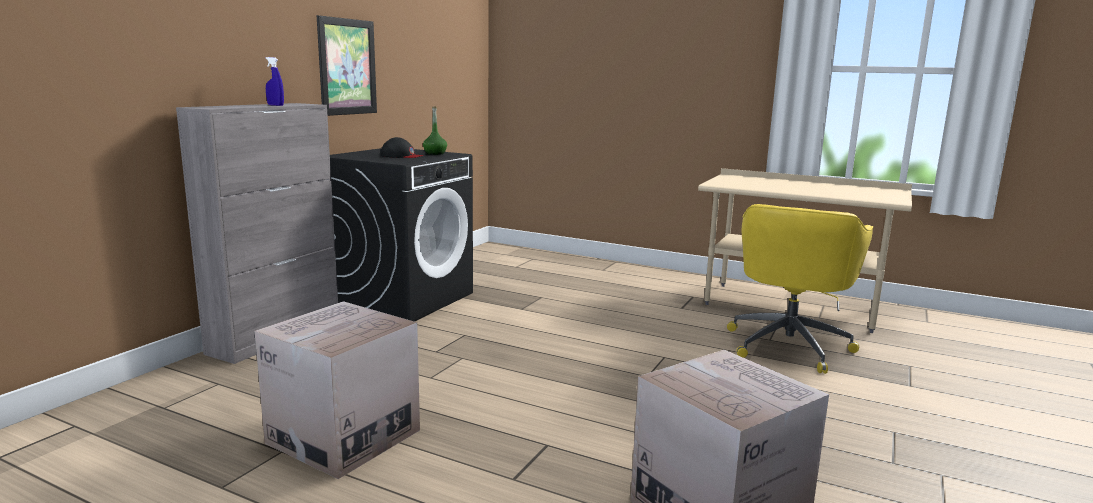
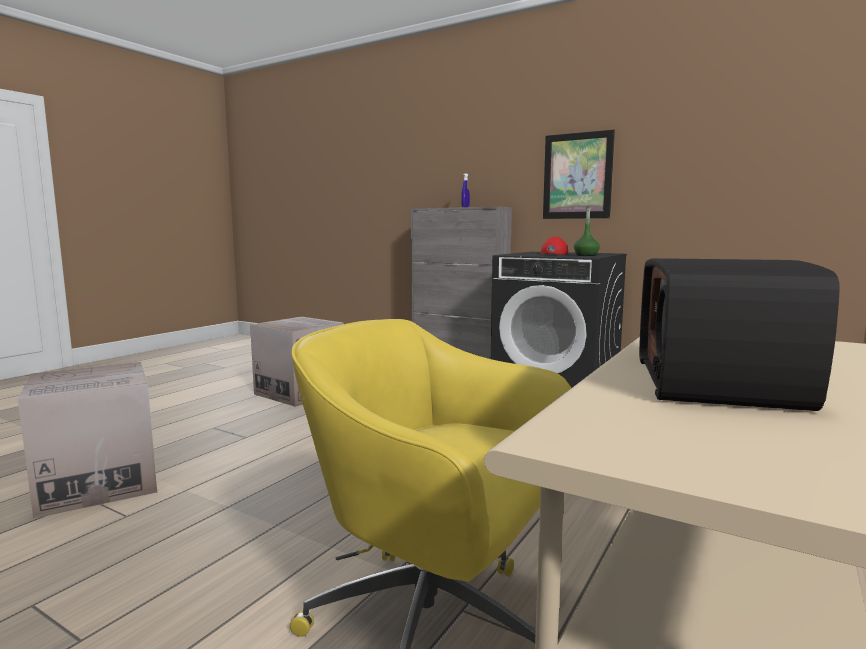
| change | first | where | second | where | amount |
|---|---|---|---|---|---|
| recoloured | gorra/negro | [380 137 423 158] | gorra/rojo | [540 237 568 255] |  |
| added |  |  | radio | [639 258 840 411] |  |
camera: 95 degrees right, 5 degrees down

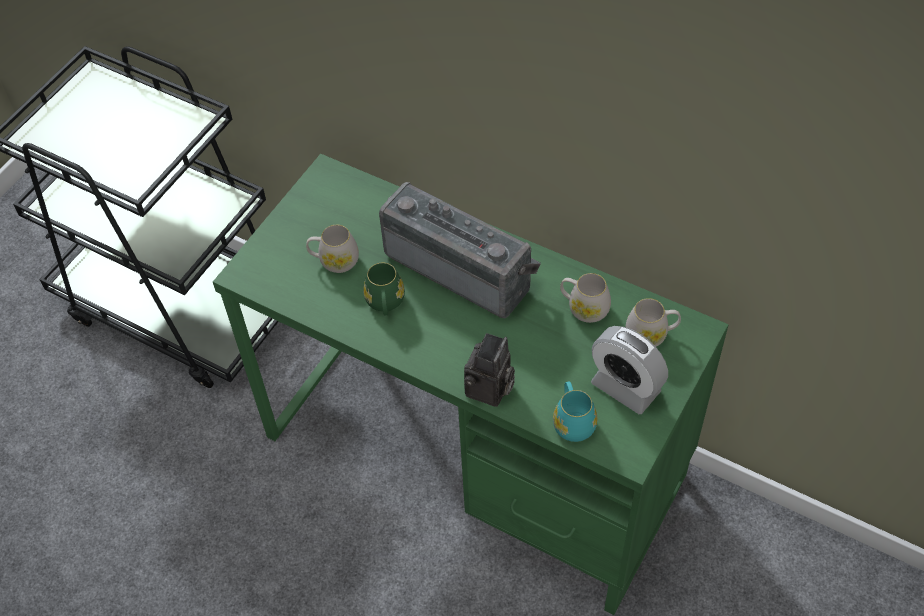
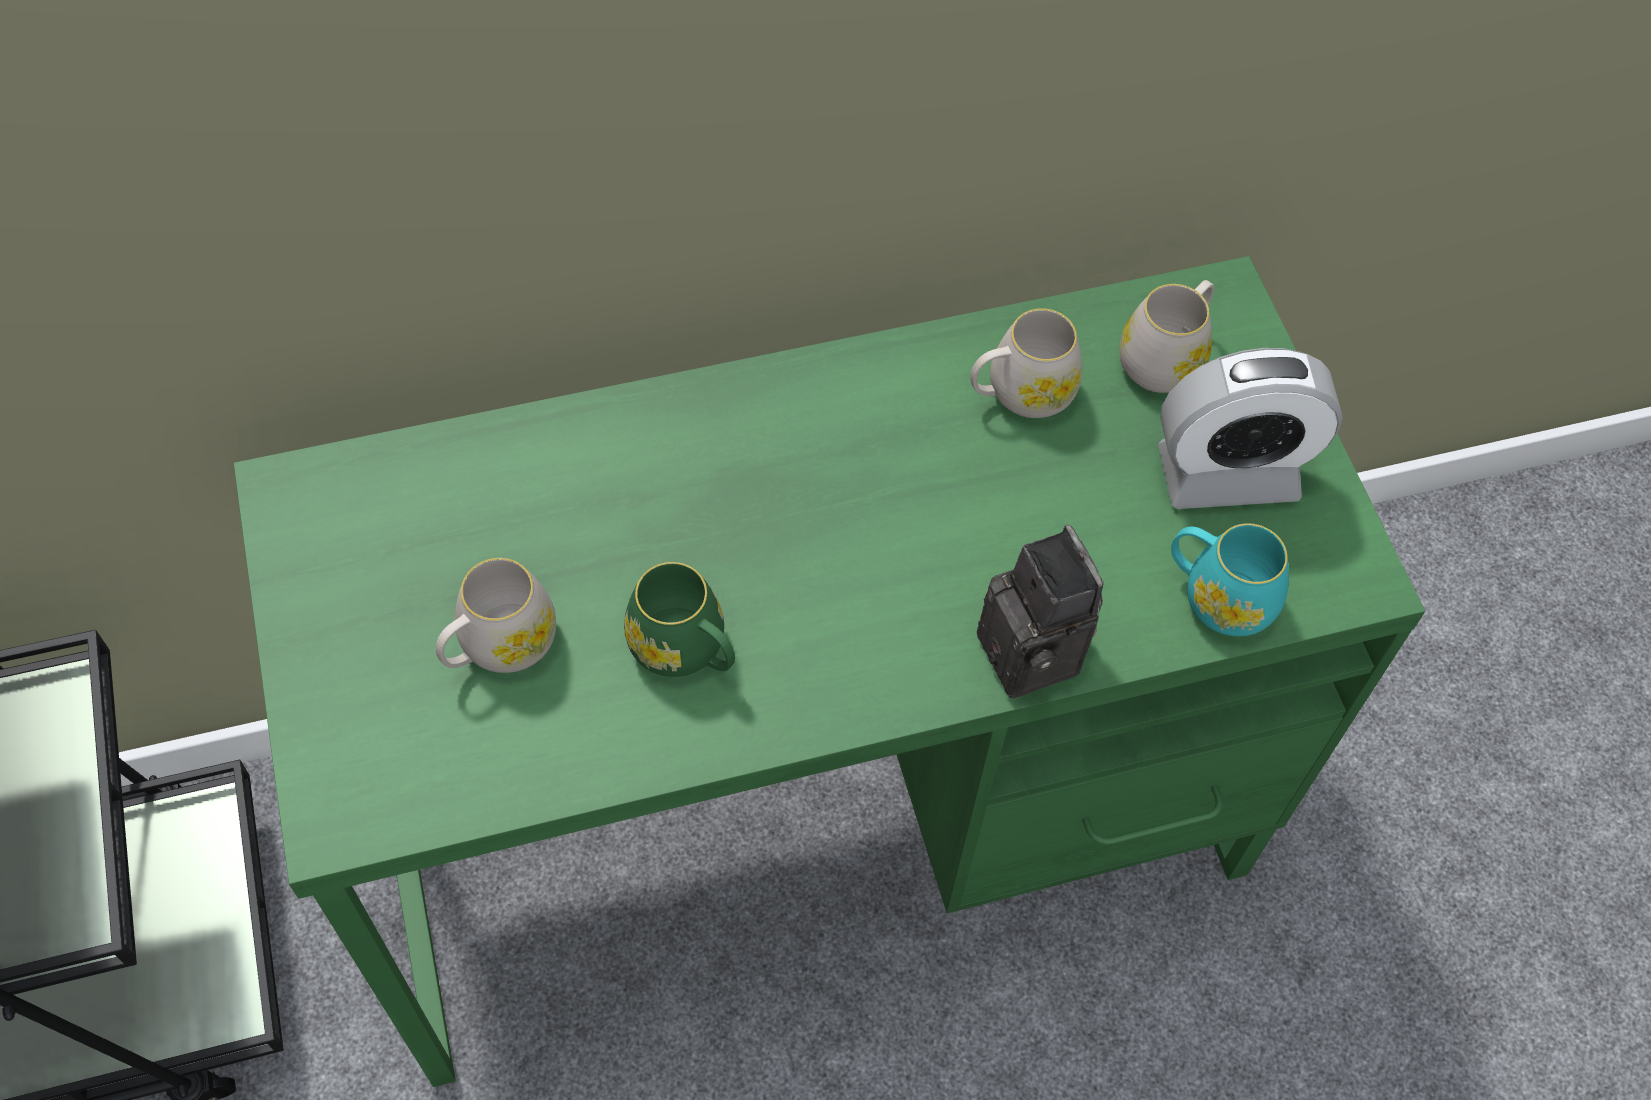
| change | first | where | second | where | amount |
|---|---|---|---|---|---|
| removed | radio | [379 182 541 318] |  |  |  |
camera: 50 degrees left, 5 degrees up

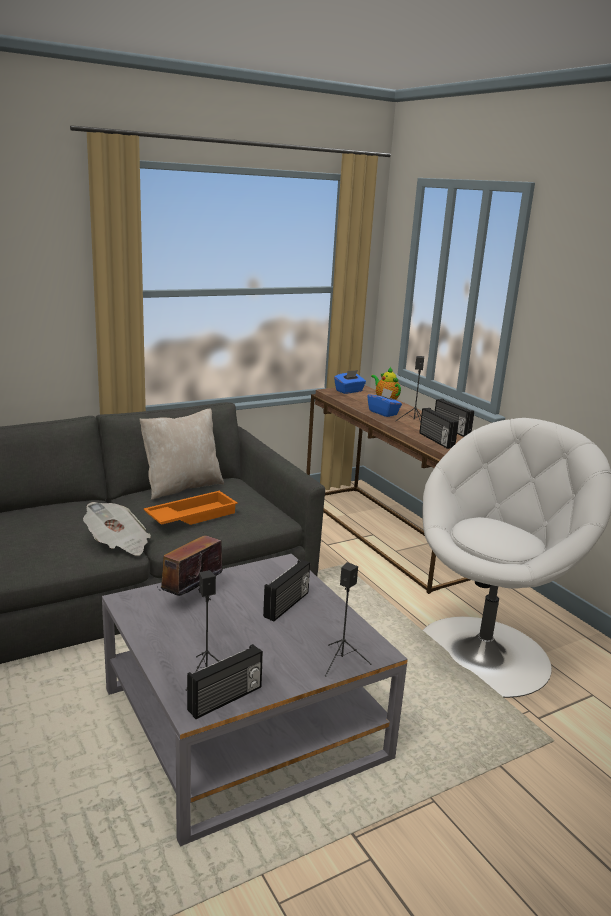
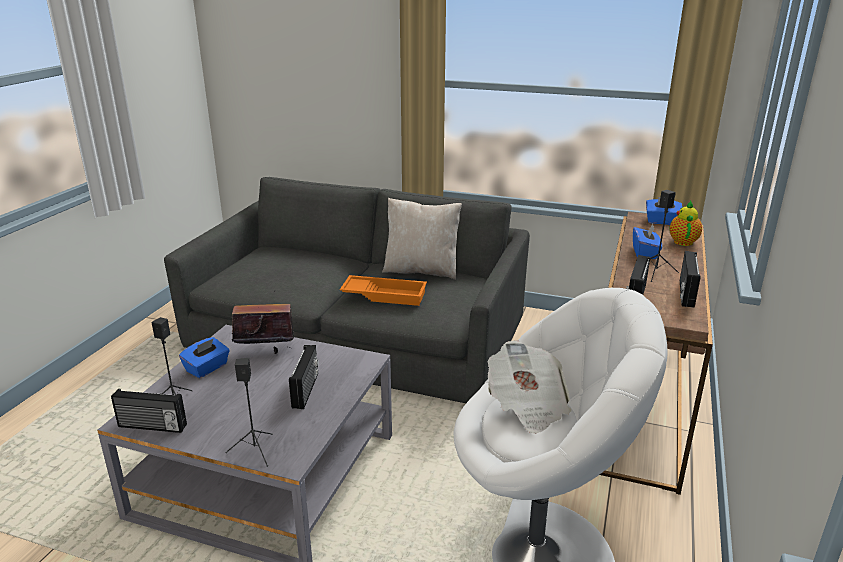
| change | first | where | second | where | amount |
|---|---|---|---|---|---|
| added |  |  | caja de pañuelos/azul | [179 337 230 378] |  |
| turned | radio | [263 559 310 621] |  | [289 345 319 409] | 75 degrees counterclockwise |
| moved | periódico | [83 502 151 556] |  | [488 340 571 434] |  |
camera: 50 degrees right, 5 degrees up

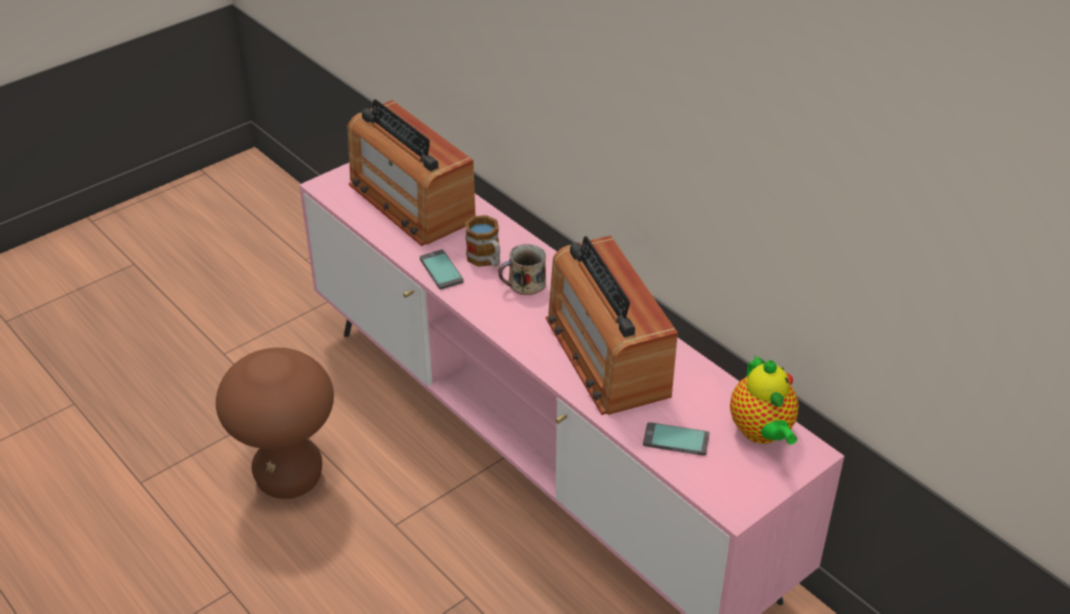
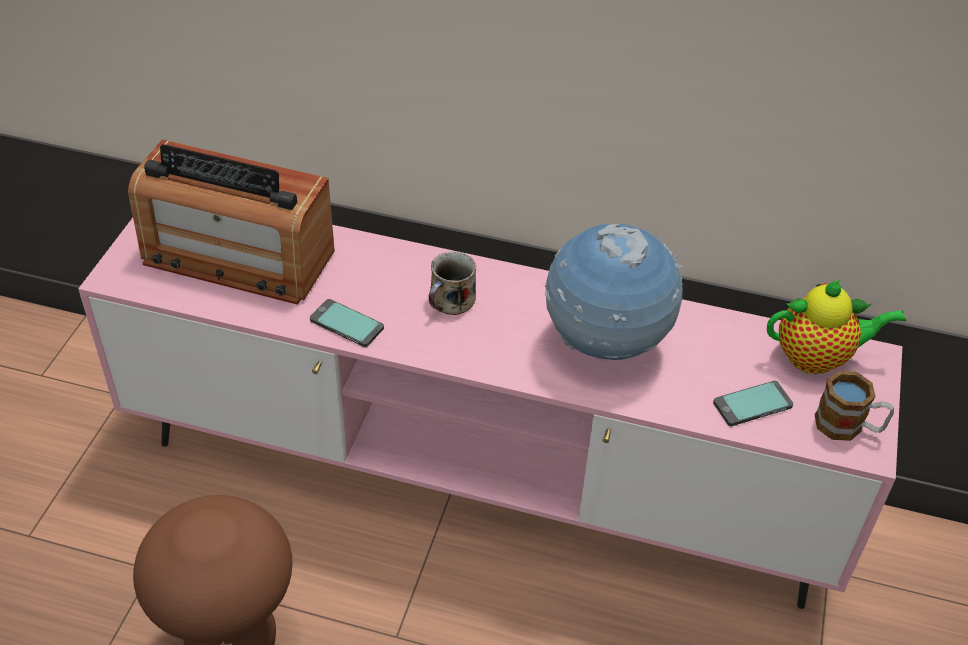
| change | first | where | second | where | amount |
|---|---|---|---|---|---|
| replaced | radio | [546 235 678 415] | globo terráqueo | [545 224 683 360] |  |
| turned | tetera | [730 356 799 445] |  | [767 280 906 374] | 45 degrees counterclockwise |
| moved | taza grande | [465 215 500 267] |  | [815 371 894 441] |  |
camera: 35 degrees left, 5 degrees up

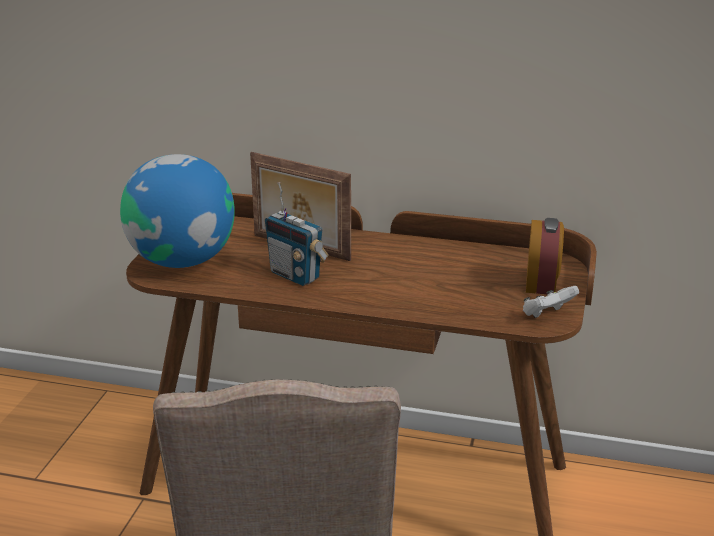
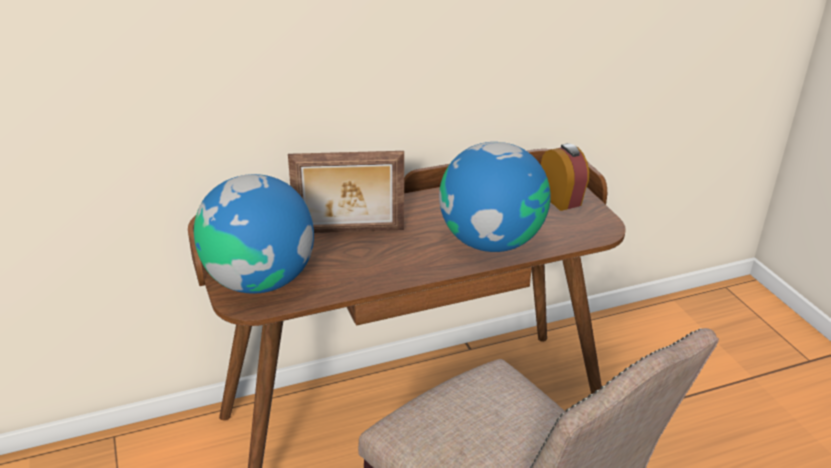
| change | first | where | second | where | amount |
|---|---|---|---|---|---|
| added |  |  | globo terráqueo | [439 142 551 252] |  |
| removed | radio | [265 182 329 286] |  |  |  |
| removed | mando de consola/blanco | [523 286 579 318] |  |  |  |
camera: 35 degrees left, 5 degrees up

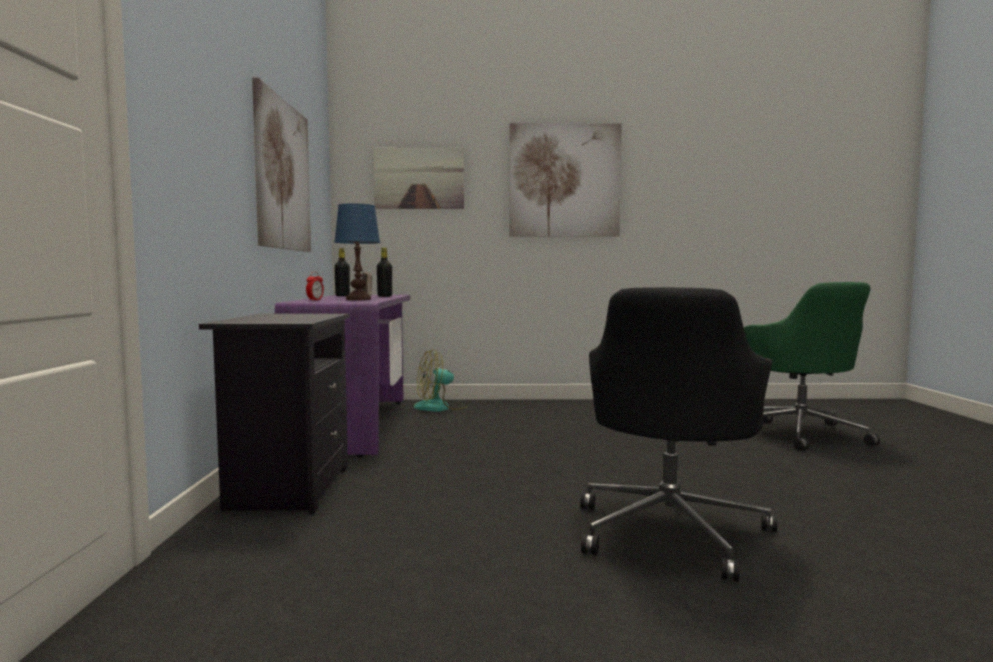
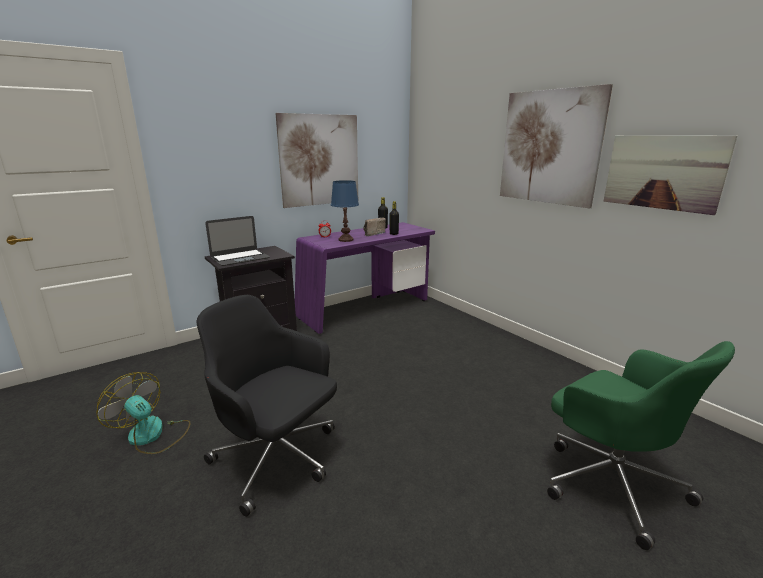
| change | first | where | second | where | amount |
|---|---|---|---|---|---|
| moved | ventilador | [414 349 467 411] |  | [96 372 190 454] |  |
| turned | silla de oficina/negro | [580 287 777 582] |  | [197 295 337 517] | 45 degrees clockwise |
| added |  |  | portátil | [205 216 270 266] |  |
| turned | silla de oficina/verde | [744 282 880 450] |  | [547 341 735 550] | 75 degrees counterclockwise |
| moved | cuadro | [373 148 464 209] |  | [604 135 737 215] |  |
camera: 55 degrees right, 15 degrees up

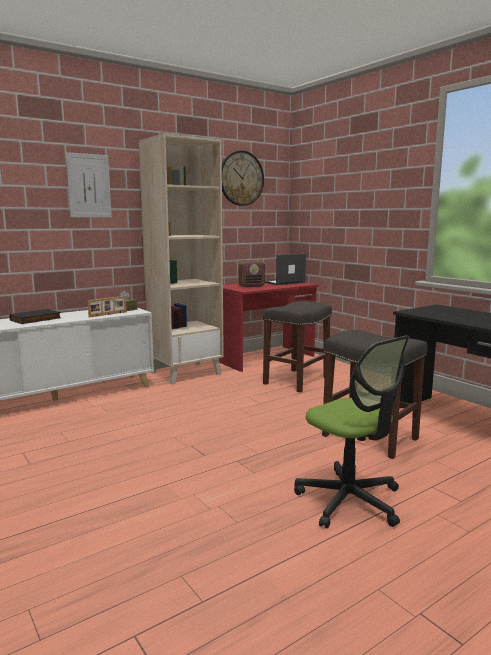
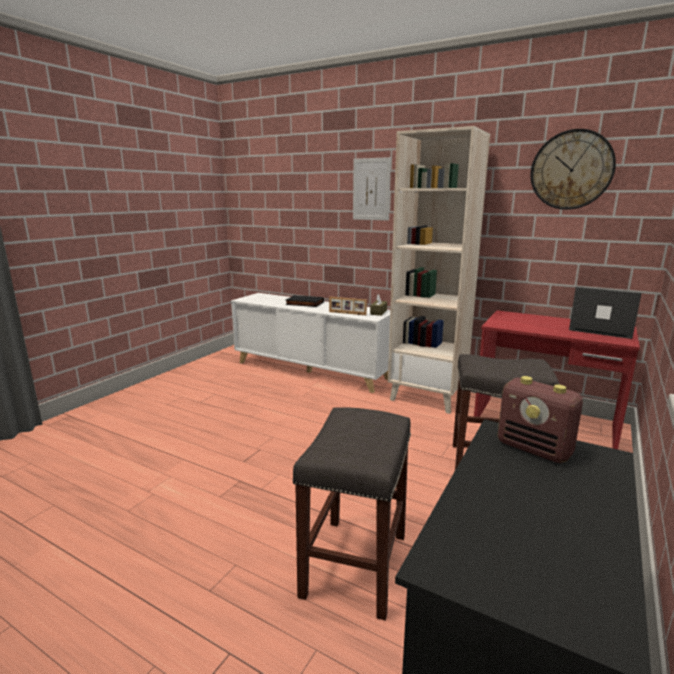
| change | first | where | second | where | amount |
|---|---|---|---|---|---|
| moved | radio | [239 259 265 287] |  | [498 376 583 463] |  |
| removed | silla de oficina | [294 335 410 529] |  |  |  |
camera: 65 degrees right, 5 degrees up

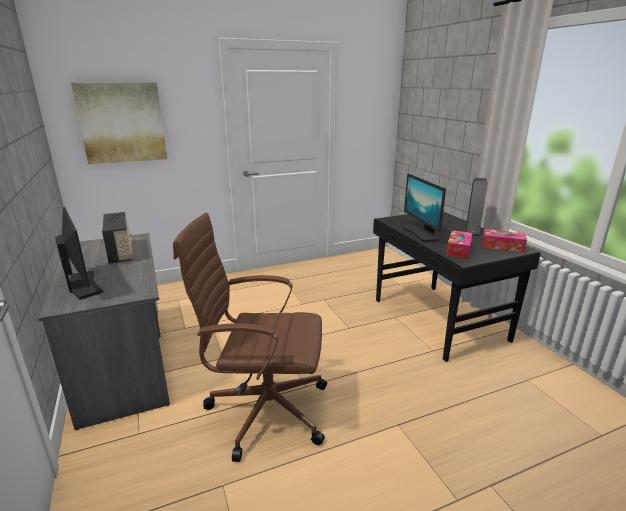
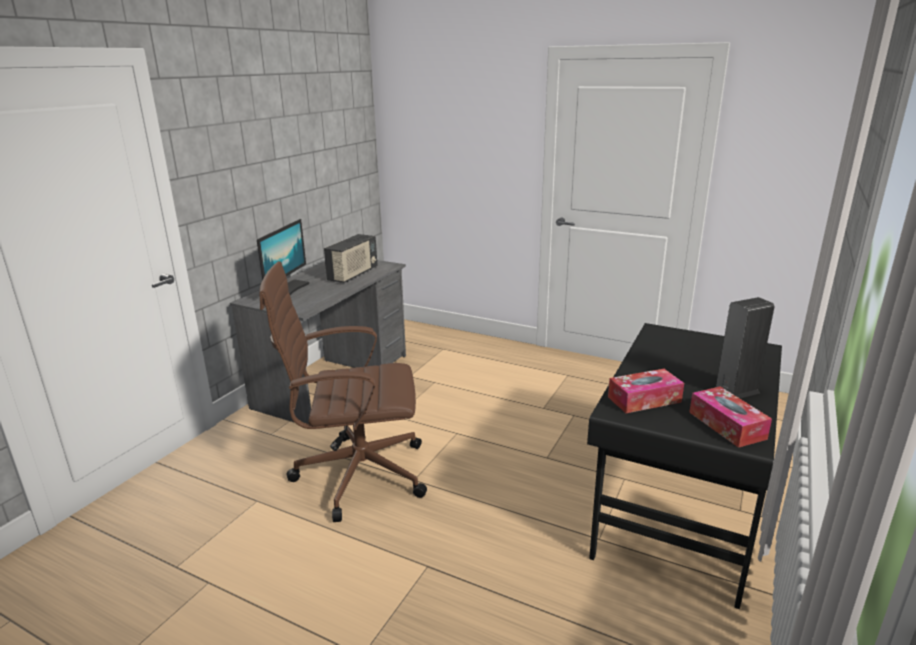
| change | first | where | second | where | amount |
|---|---|---|---|---|---|
| turned | silla de oficina/marrón | [173 213 327 462] |  | [259 261 427 522] | 60 degrees counterclockwise |
| removed | cuadro | [71 82 167 164] |  |  |  |
| removed | monitor | [402 173 446 242] |  |  |  |
camera: 50 degrees right, 0 degrees up

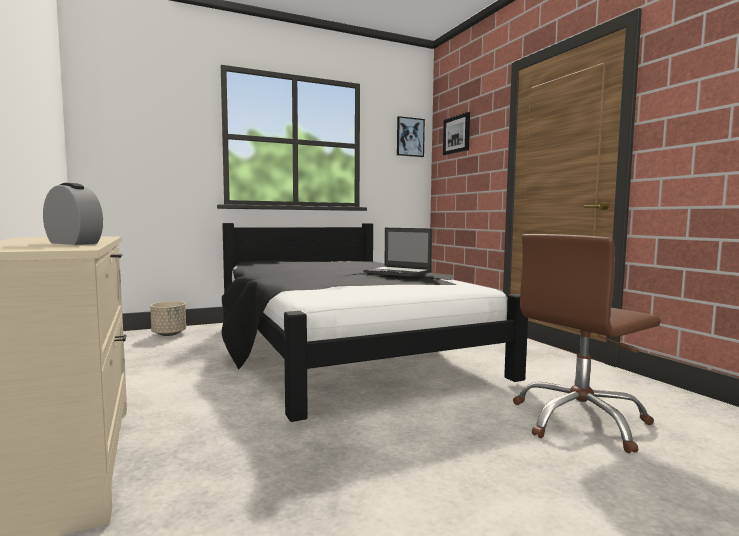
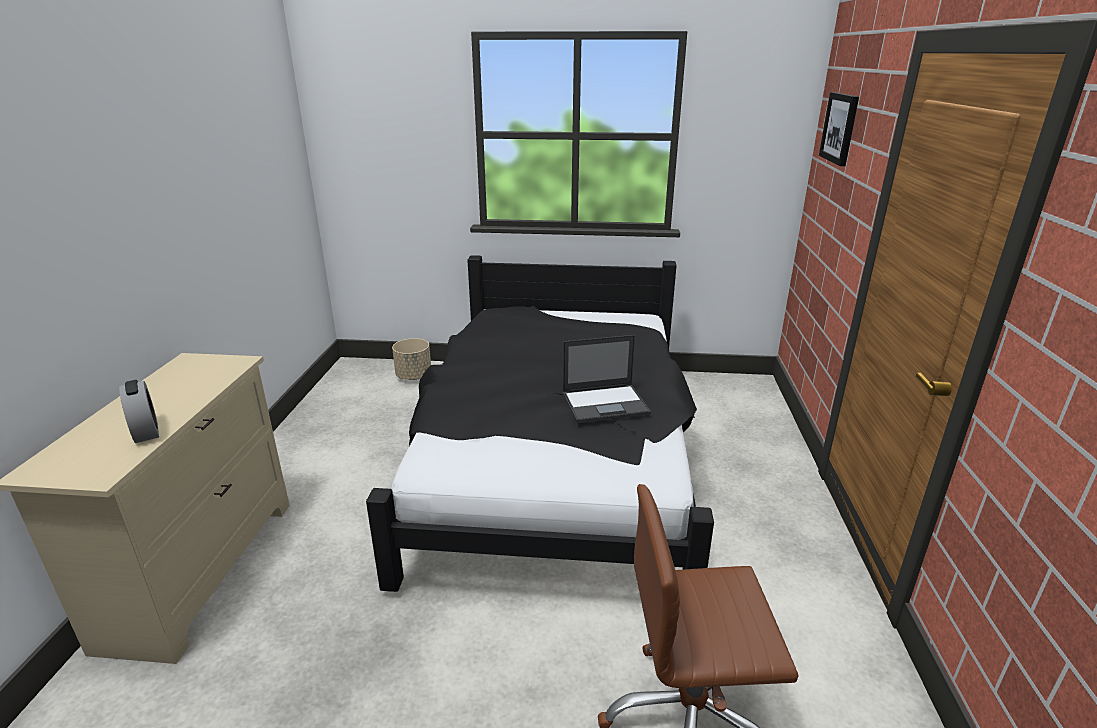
| change | first | where | second | where | amount |
|---|---|---|---|---|---|
| turned | portátil | [363 228 432 277] |  | [562 335 651 423] | 75 degrees counterclockwise |
| removed | cuadro | [397 116 425 157] |  |  |  |
camera: 30 degrees right, 20 degrees up

